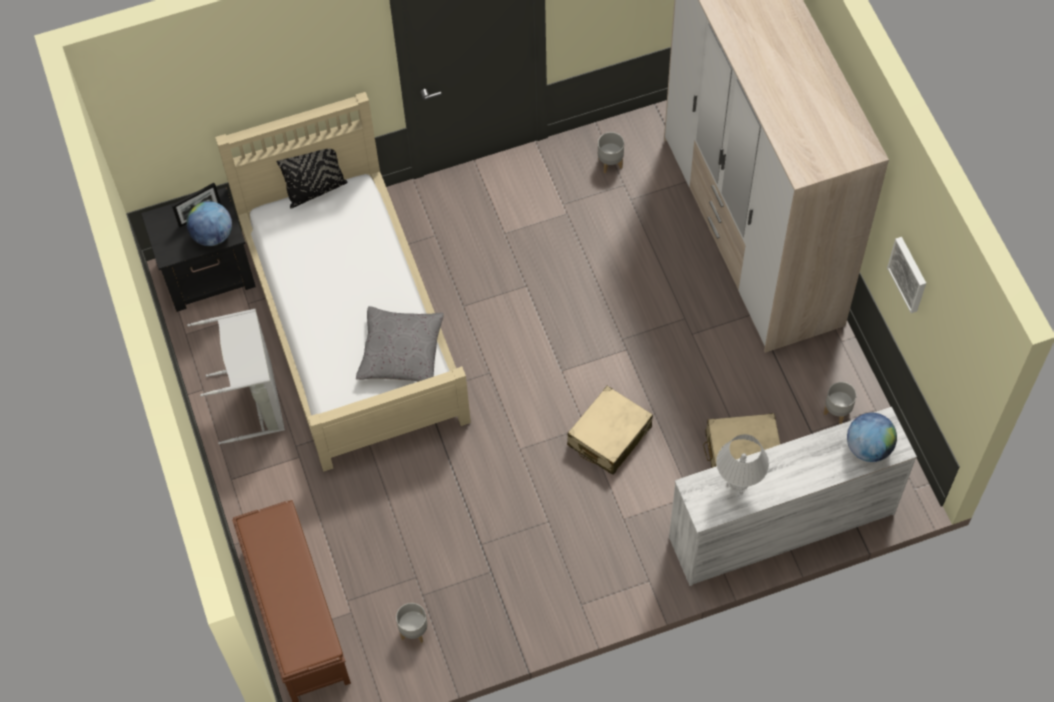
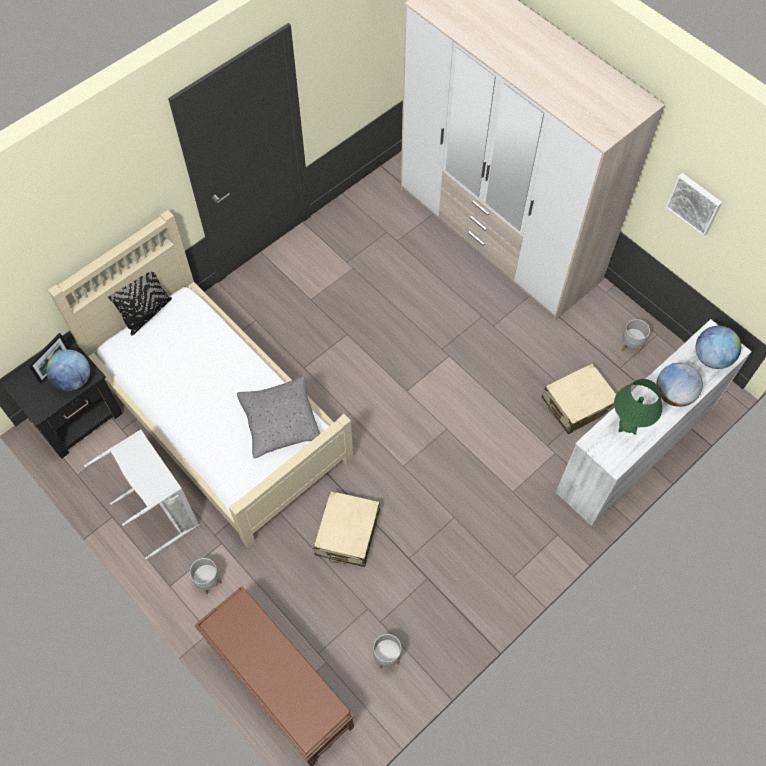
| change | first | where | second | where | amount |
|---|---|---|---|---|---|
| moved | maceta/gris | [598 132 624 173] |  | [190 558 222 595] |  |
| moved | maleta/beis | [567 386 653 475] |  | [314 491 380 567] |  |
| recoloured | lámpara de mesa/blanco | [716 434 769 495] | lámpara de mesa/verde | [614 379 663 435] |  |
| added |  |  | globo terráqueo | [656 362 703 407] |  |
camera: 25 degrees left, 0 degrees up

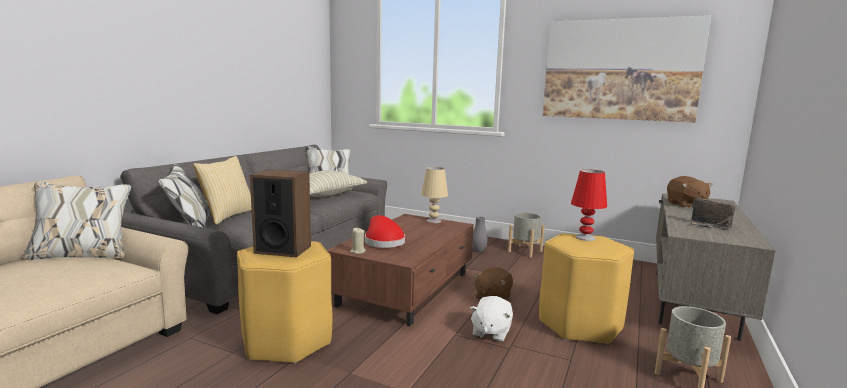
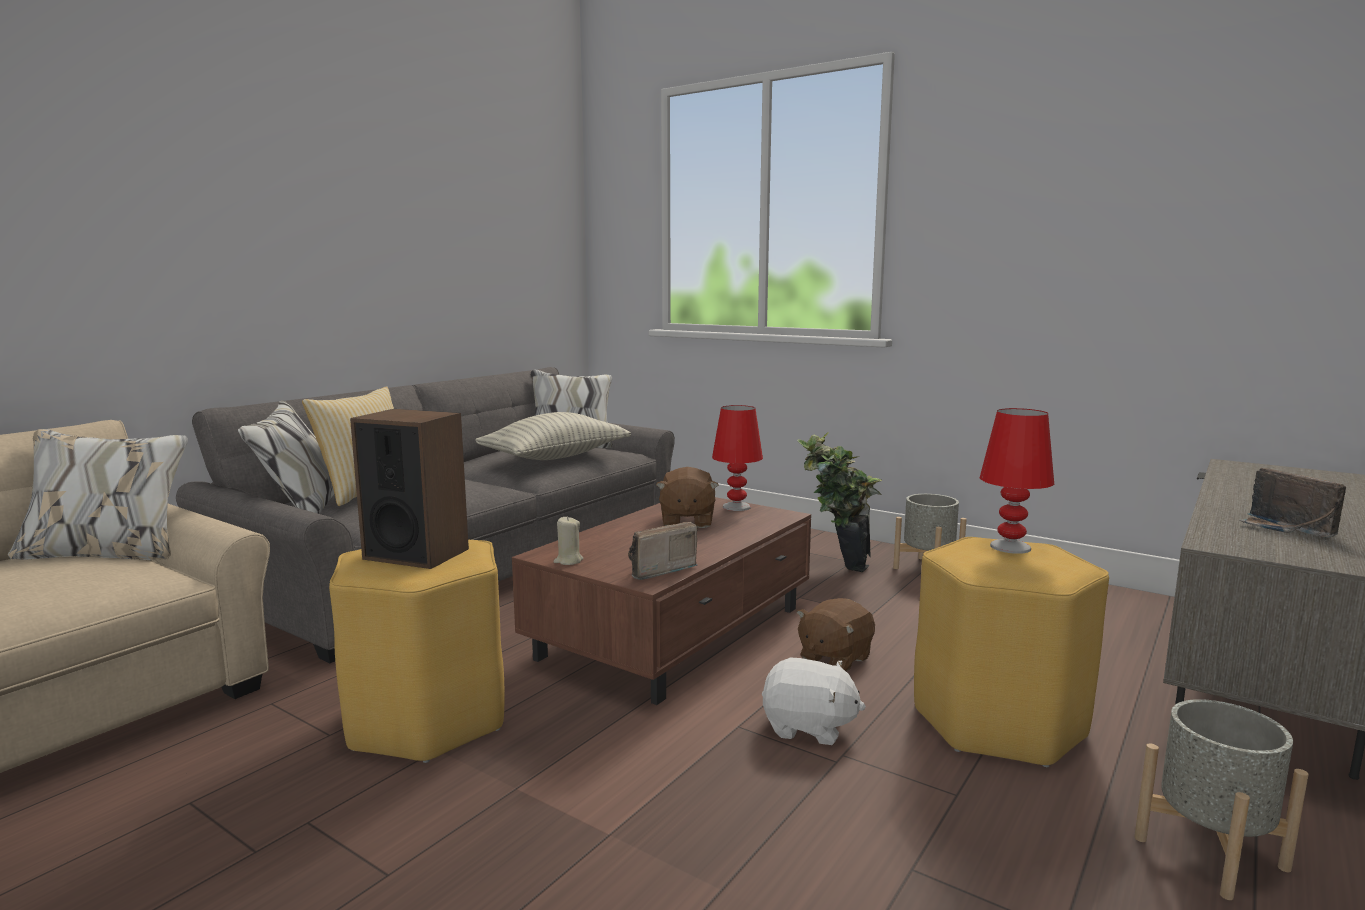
| change | first | where | second | where | amount |
|---|---|---|---|---|---|
| added |  |  | radio | [628 522 698 580] |  |
| moved | peluche/marrón | [667 176 713 208] |  | [656 467 719 528] |  |
| recoloured | lámpara de mesa/beis | [421 167 448 223] | lámpara de mesa/rojo | [712 405 763 511] |  |
| turned | peluche/blanco | [470 296 513 342] |  | [762 658 866 745] | 105 degrees counterclockwise |
| replaced | florero/gris | [473 217 487 252] | planta en maceta | [797 432 882 572] |  |
| removed | sombrero/rojo | [365 215 405 248] |  |  |  |
| removed | cuadro | [543 15 711 122] |  |  |  |
camera: 10 degrees right, 0 degrees up

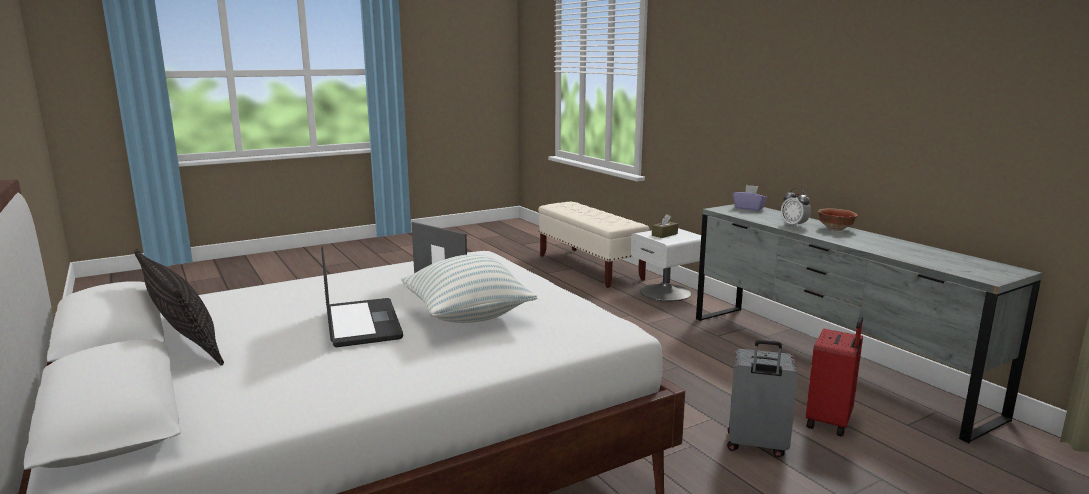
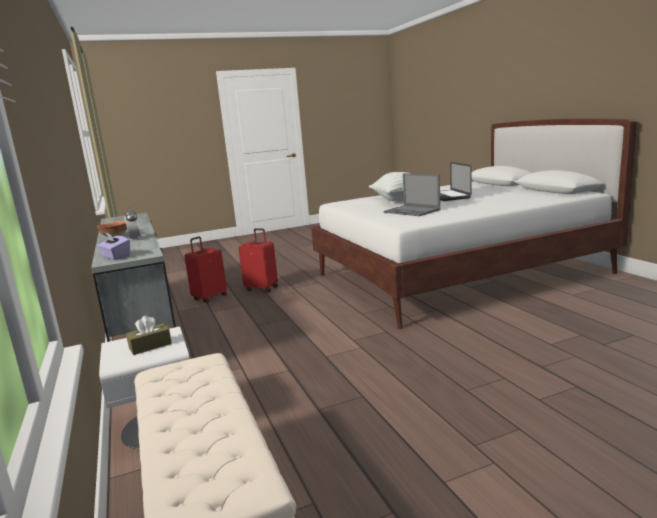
| change | first | where | second | where | amount |
|---|---|---|---|---|---|
| recoloured | maleta/gris | [727 340 798 457] | maleta/rojo | [238 228 278 293] |  |
| removed | cojín | [134 249 224 366] |  |  |  |
camera: 170 degrees left, 0 degrees up

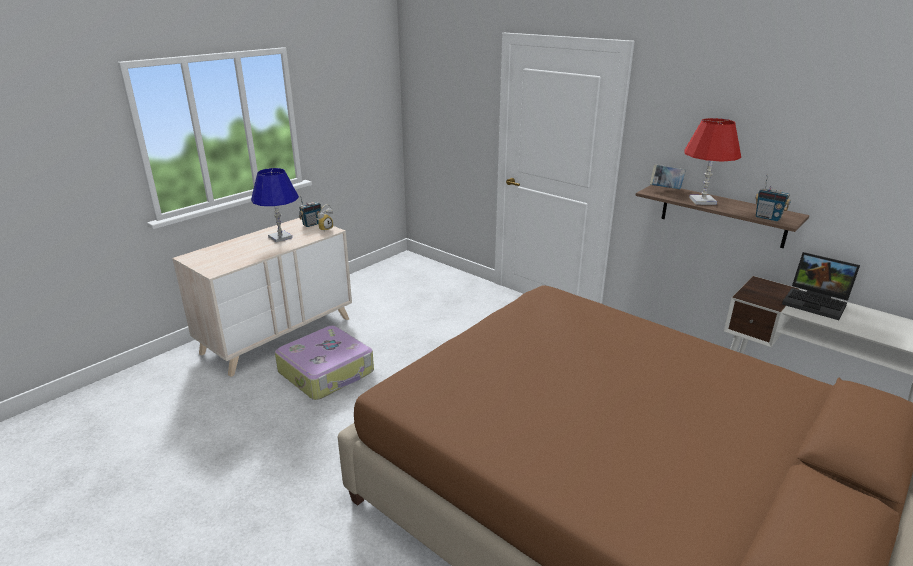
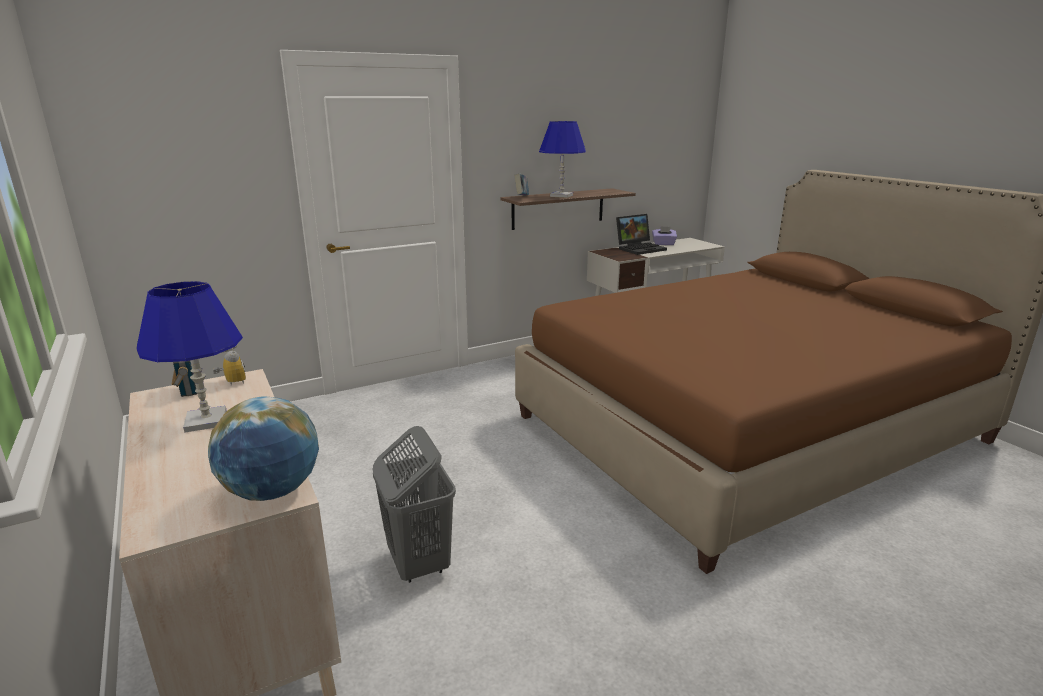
| change | first | where | second | where | amount |
|---|---|---|---|---|---|
| added |  |  | globo terráqueo | [208 396 319 501] |  |
| replaced | maleta | [275 326 374 400] | cesto de la ropa/gris | [372 426 456 583] |  |
| recoloured | lámpara de mesa/rojo | [684 118 741 205] | lámpara de mesa/azul | [539 121 586 198] |  |
| added |  |  | caja de pañuelos/morado | [652 226 677 245] |  |
| removed | radio | [755 175 791 221] |  |  |  |
camera: 70 degrees left, 5 degrees down

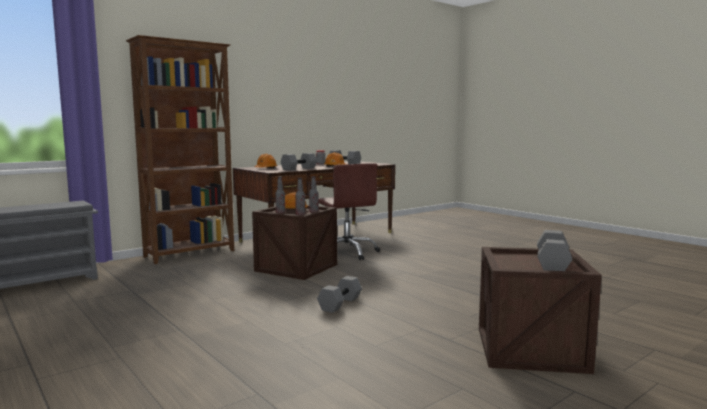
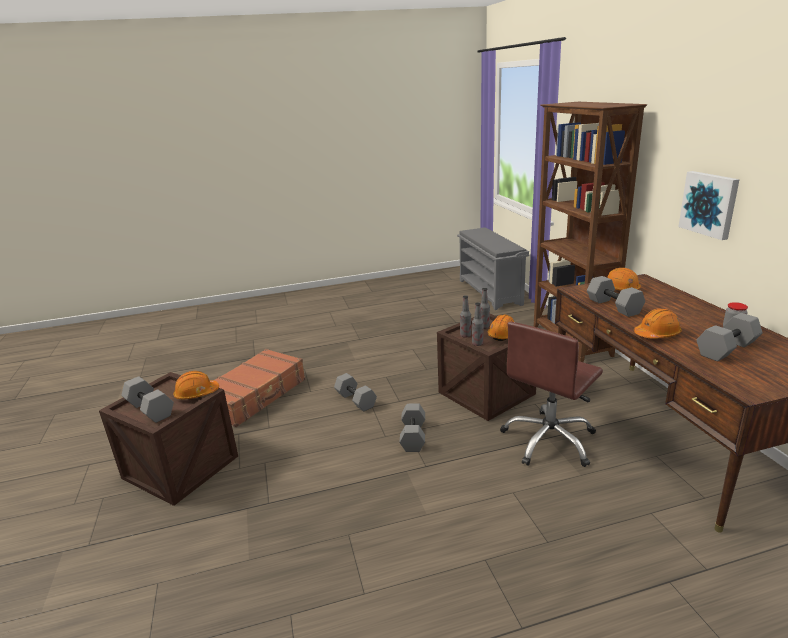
| change | first | where | second | where | amount |
|---|---|---|---|---|---|
| added |  |  | casco/naranja | [173 371 219 400] |  |
| added |  |  | maleta/marrón | [213 349 305 427] |  |
| added |  |  | mancuerna/gris | [399 403 425 452] |  |
| turned | silla de oficina/marrón | [319 164 380 260] |  | [500 322 603 467] | 45 degrees counterclockwise |
| added |  |  | cuadro | [678 171 740 240] |  |
camera: 115 degrees right, 15 degrees up

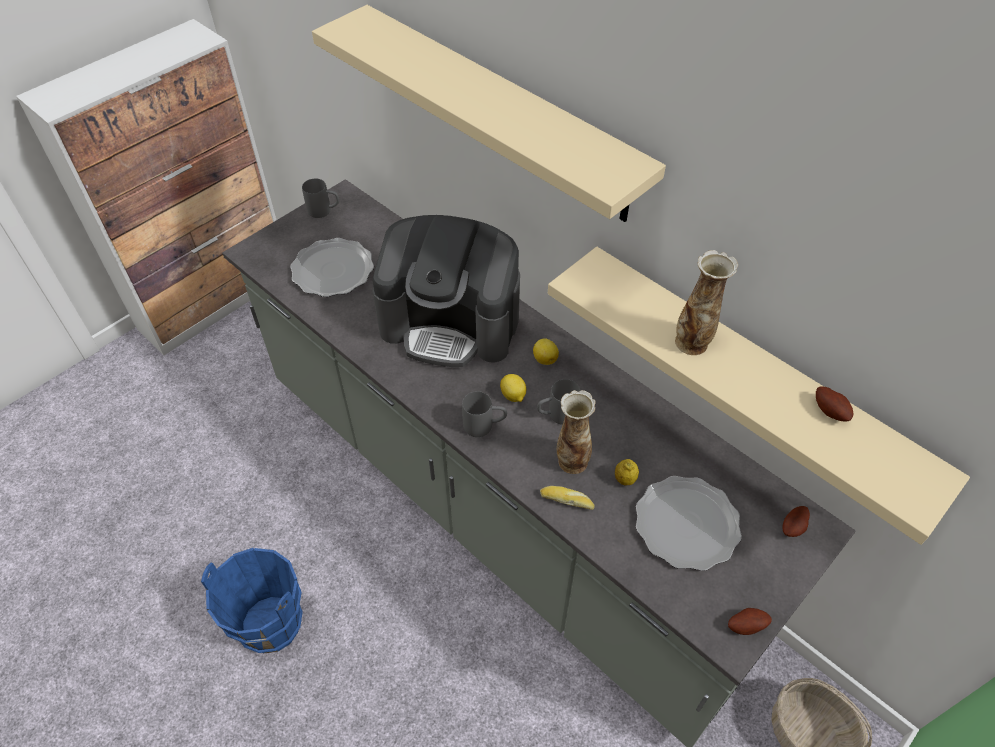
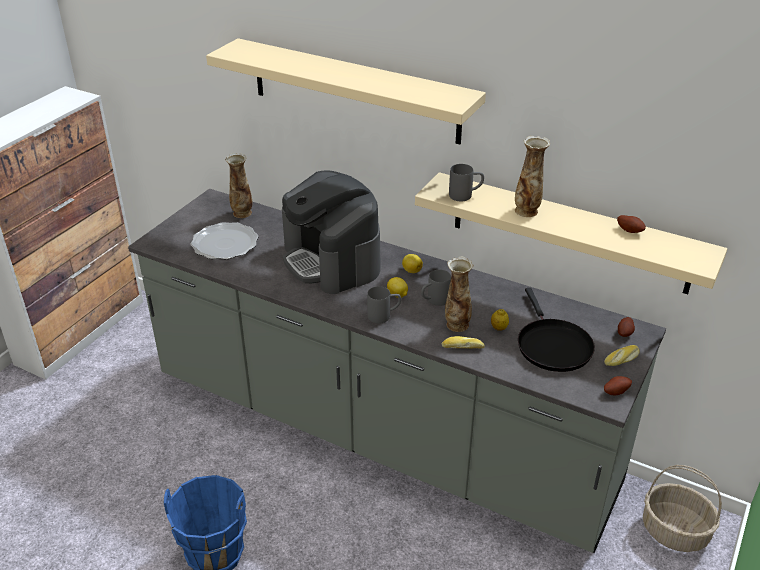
| change | first | where | second | where | amount |
|---|---|---|---|---|---|
| added |  |  | florero | [225 153 252 218] |  |
| turned | cafetera | [372 215 520 367] |  | [282 171 381 294] | 60 degrees clockwise |
| moved | taza grande/gris | [302 178 339 218] |  | [449 164 484 201] |  |
| replaced | plato | [636 476 742 571] | sartén/negro | [518 288 595 372] |  |
| added |  |  | pan | [604 345 640 366] |  |
camera: 15 degrees left, 15 degrees down

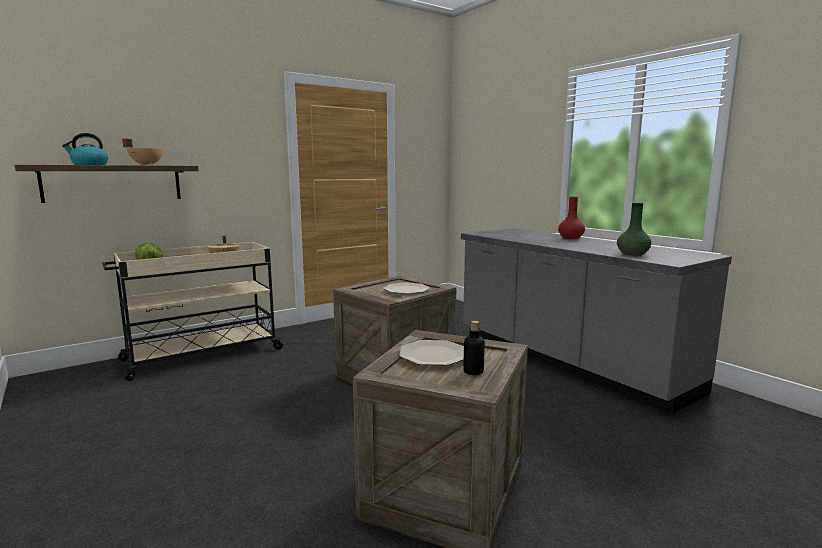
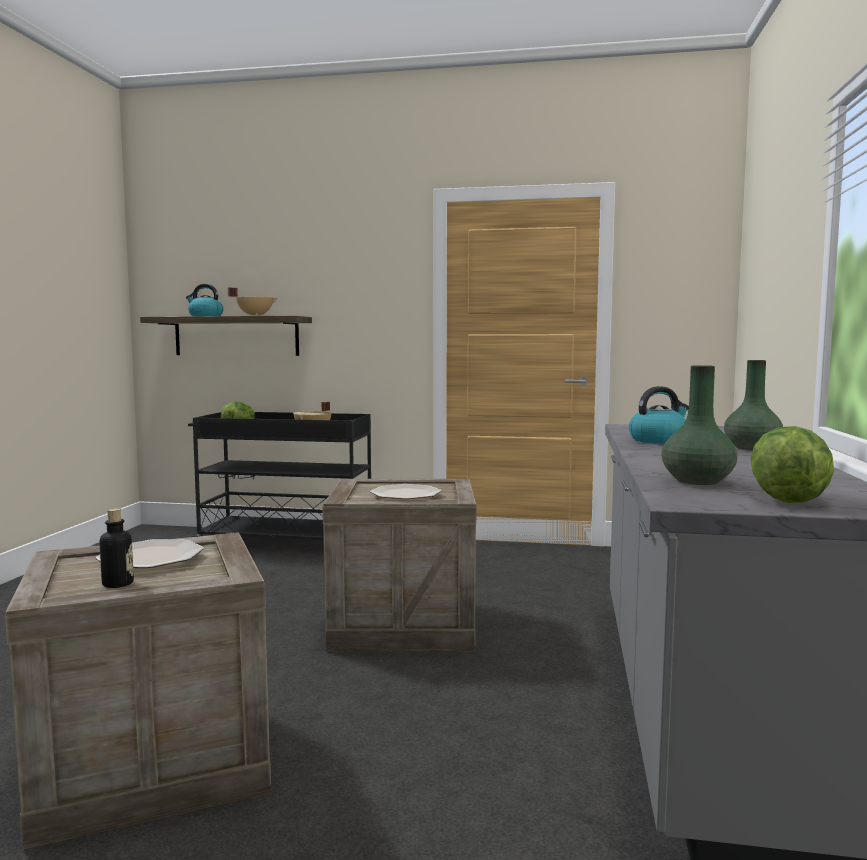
| change | first | where | second | where | amount |
|---|---|---|---|---|---|
| recoloured | carrito/beis | [102 242 284 381] | carrito/negro | [188 412 371 540] |  |
| added |  |  | hervidor | [629 386 689 444] |  |
| recoloured | florero/rojo | [558 197 585 239] | florero/verde | [724 360 783 450] |  |
| added |  |  | lechuga | [751 426 834 503] |  |
camera: 45 degrees right, 5 degrees down

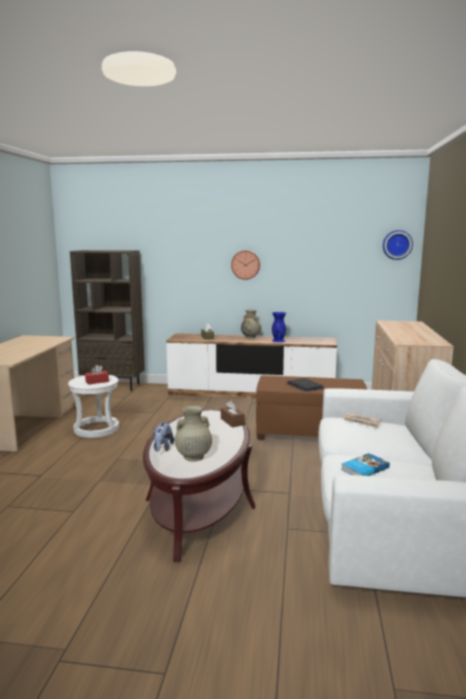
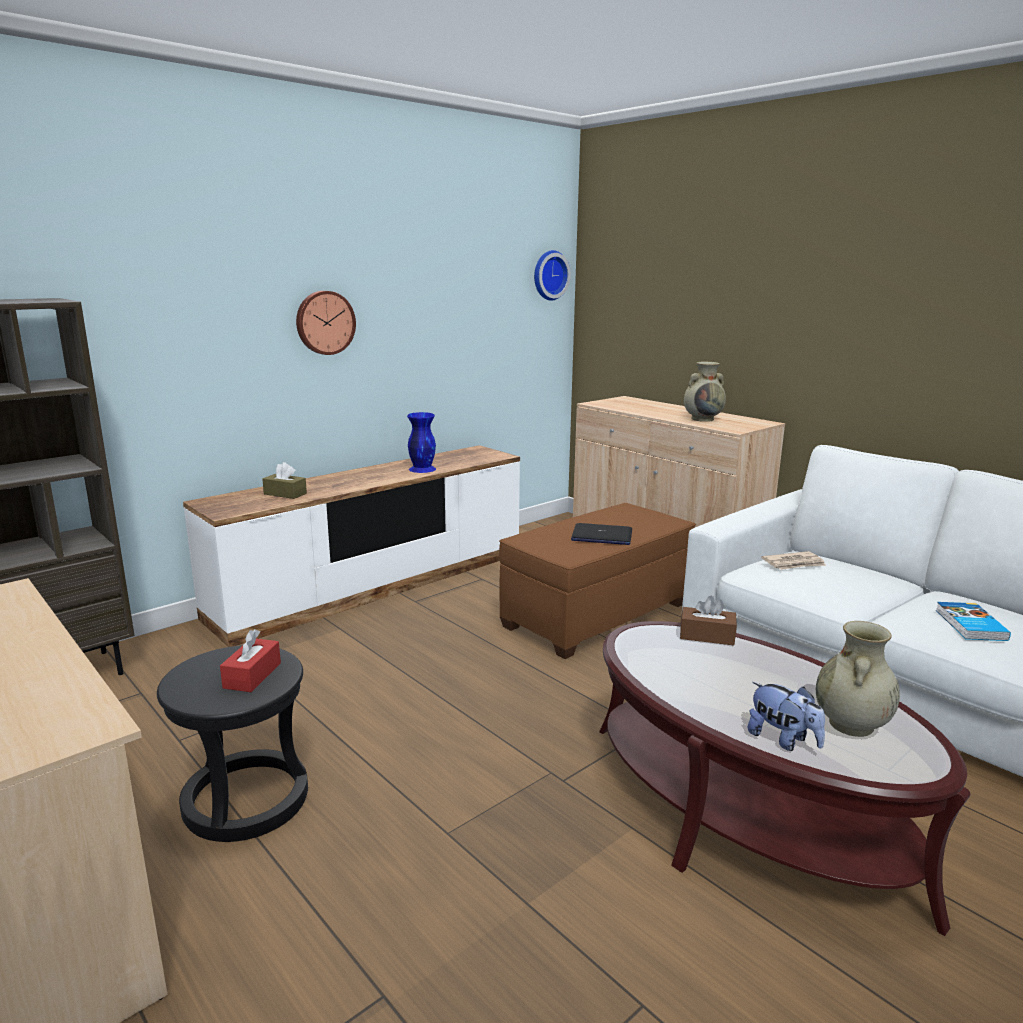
| change | first | where | second | where | amount |
|---|---|---|---|---|---|
| recoloured | taburete/blanco | [68 375 119 438] | taburete/negro | [157 645 308 842] |  |
| moved | florero/beis | [241 309 261 338] |  | [684 362 726 422] |  |
camera: 50 degrees left, 5 degrees up

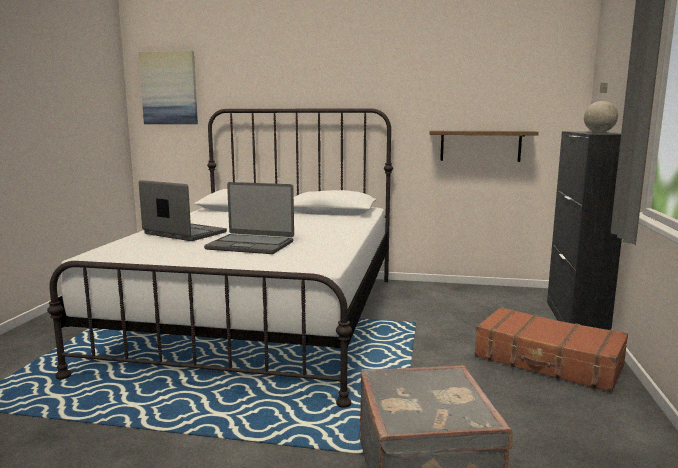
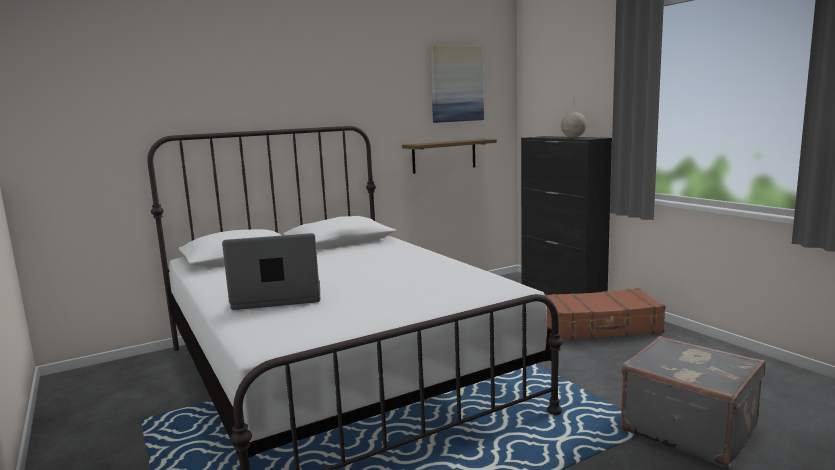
| change | first | where | second | where | amount |
|---|---|---|---|---|---|
| moved | cuadro | [139 51 198 124] |  | [430 45 484 123] |  |
| removed | portátil | [204 182 294 254] |  |  |  |
camera: 40 degrees left, 0 degrees up

